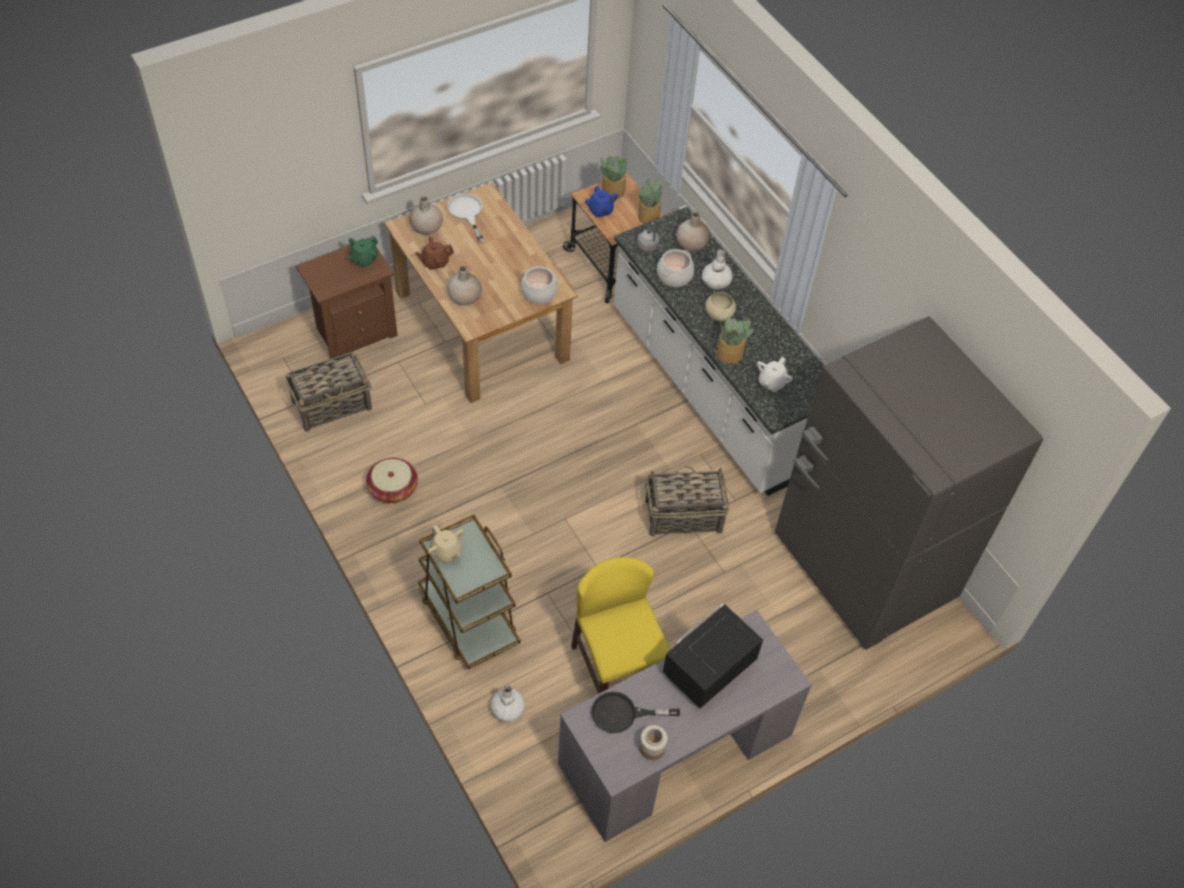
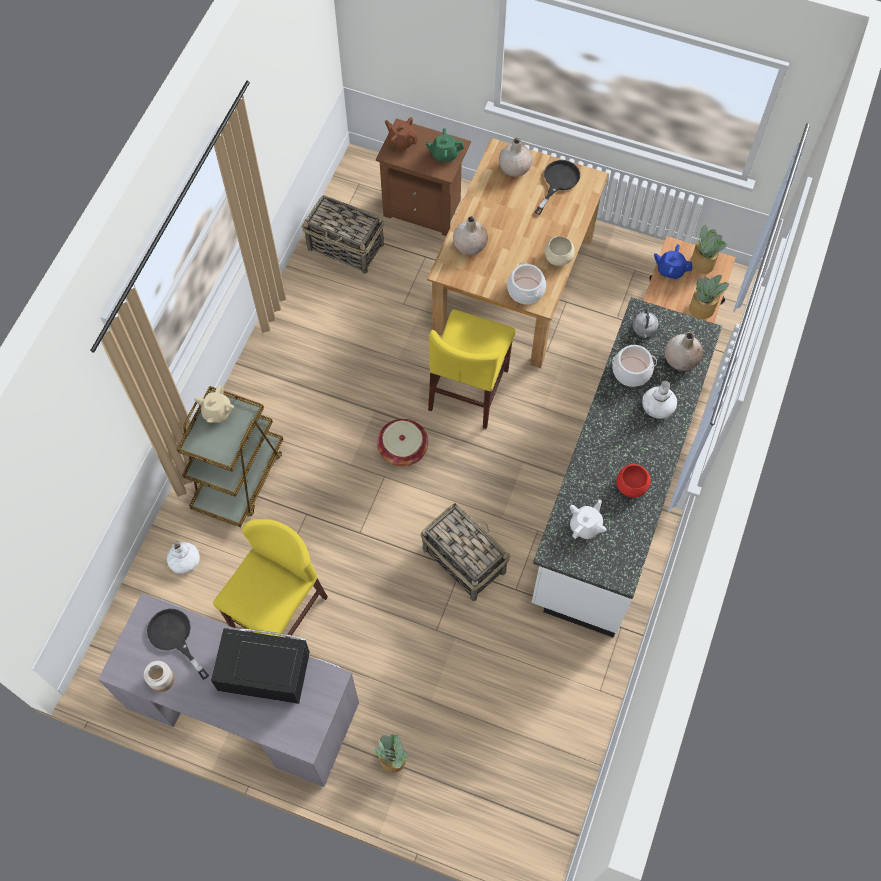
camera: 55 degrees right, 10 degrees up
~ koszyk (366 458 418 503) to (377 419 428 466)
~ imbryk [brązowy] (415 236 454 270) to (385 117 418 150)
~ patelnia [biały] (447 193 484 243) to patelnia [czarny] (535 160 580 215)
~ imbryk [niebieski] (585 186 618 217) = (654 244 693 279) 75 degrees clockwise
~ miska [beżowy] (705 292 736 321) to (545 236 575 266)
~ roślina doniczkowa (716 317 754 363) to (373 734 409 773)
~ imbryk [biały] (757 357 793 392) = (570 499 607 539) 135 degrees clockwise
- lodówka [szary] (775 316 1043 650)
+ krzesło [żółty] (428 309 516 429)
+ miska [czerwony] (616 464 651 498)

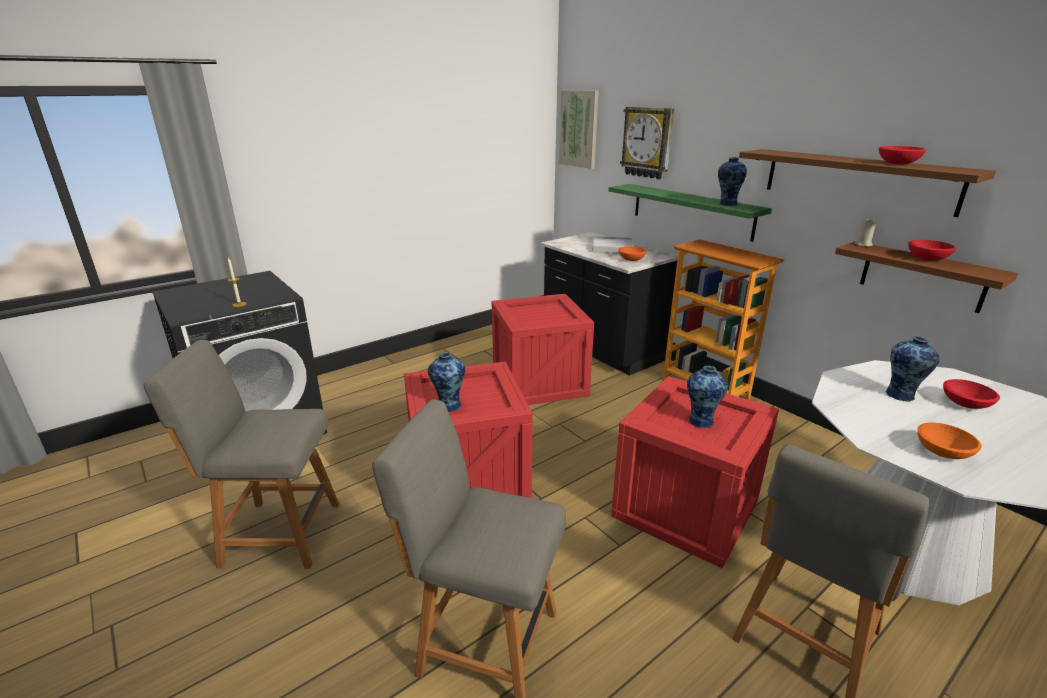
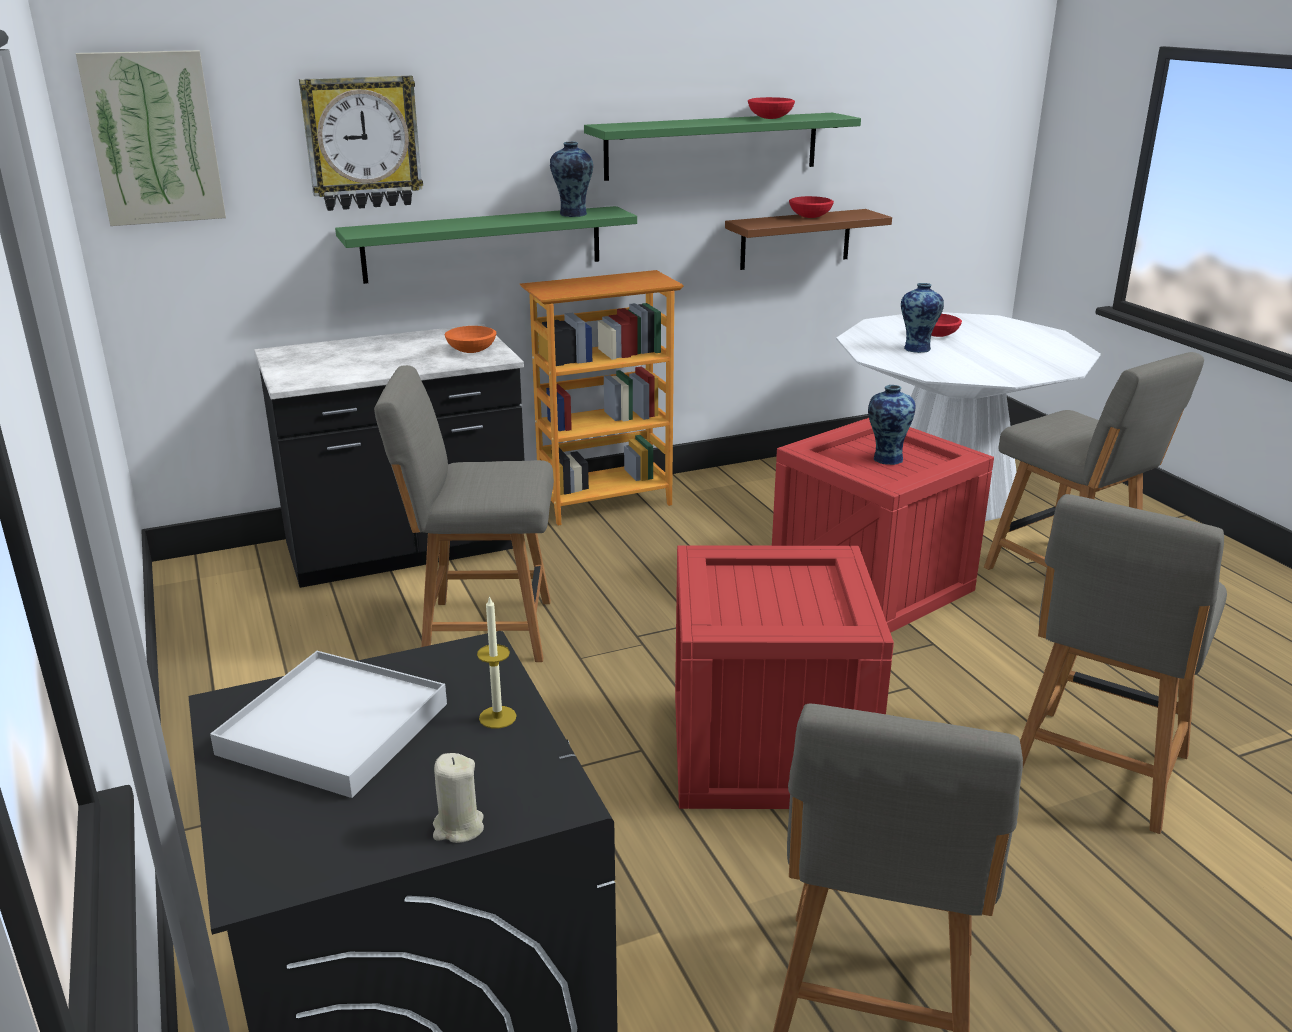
camera: 75 degrees left, 0 degrees up
- wazon (428 352 465 412)
~ skrzynka (491 294 594 405) to krzesło [szary] (374 365 554 662)
~ taca [biały] (592 236 634 253) to (210 651 447 798)
~ półka [brązowy] (739 149 996 217) to półka [zielony] (584 113 861 181)
~ świeca [beżowy] (854 219 877 247) to (433 753 484 843)
- miska [pomarańczowy] (917 423 982 459)

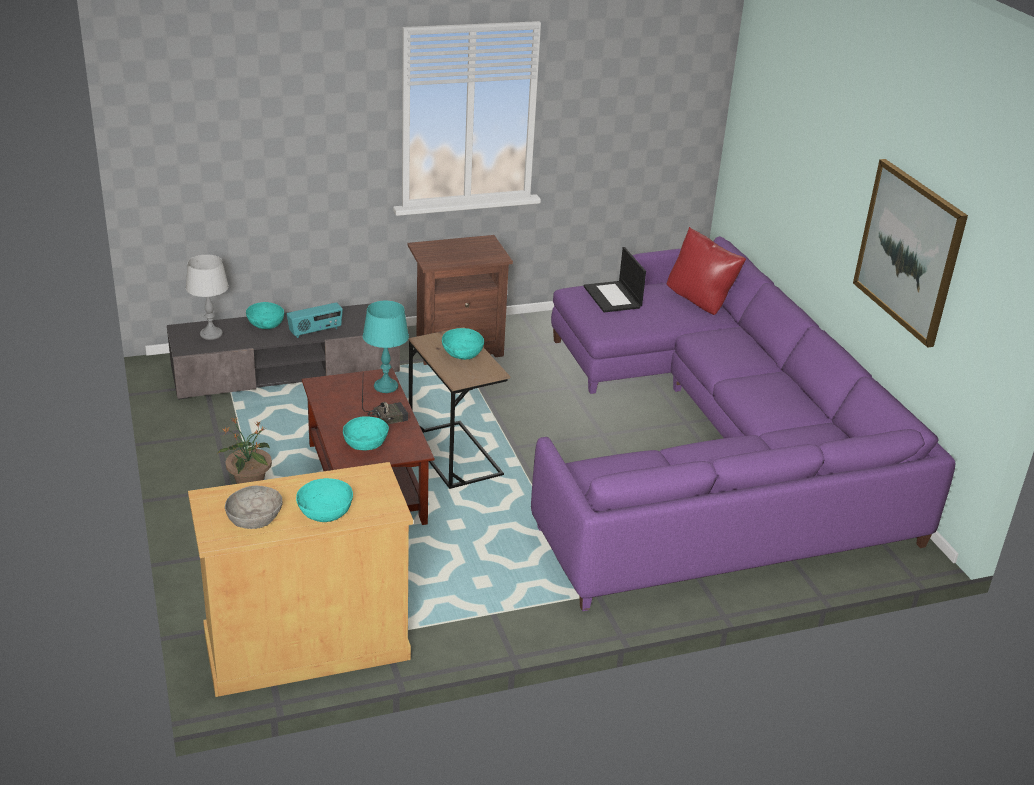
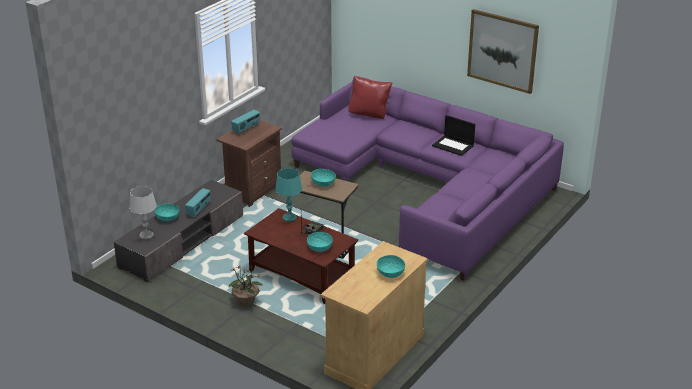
camera: 35 degrees left, 0 degrees up
- miska [szary] (225 486 283 529)
~ laptop (584 247 646 312) to (432 115 475 156)
+ radio (231 110 260 134)

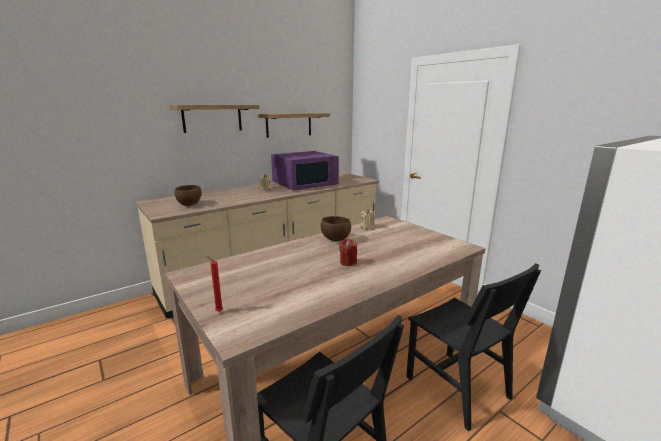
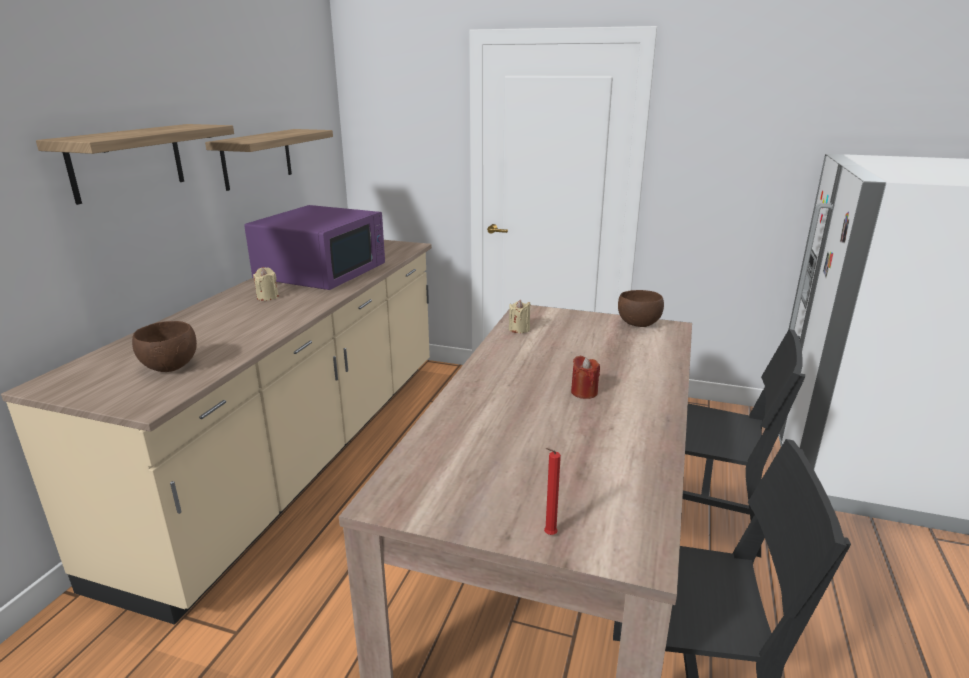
camera: 35 degrees left, 5 degrees up
~ miska [brązowy] (321 216 351 241) to (618 290 664 327)

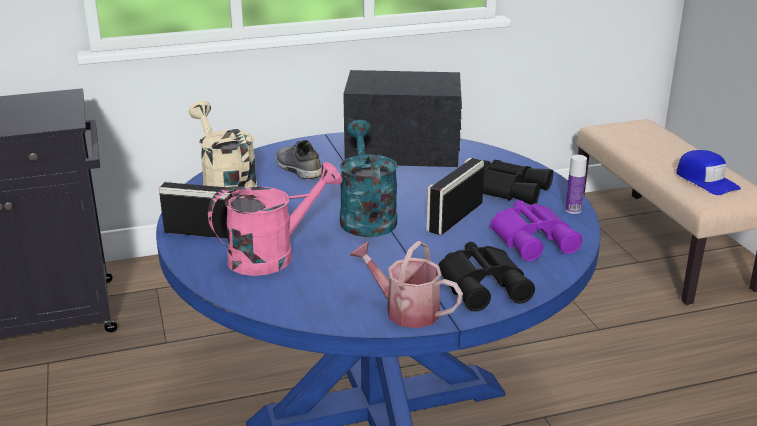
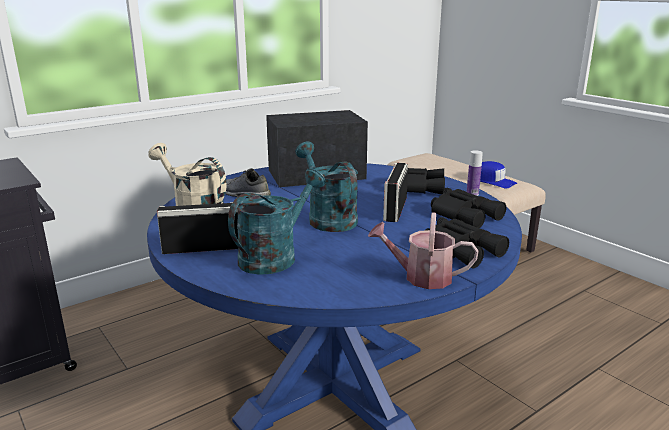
camera: 20 degrees left, 5 degrees down
~ konewka [różowy] (208 162 343 276) to konewka [turkusowy] (228 168 325 275)
~ lornetka [fioletowy] (490 200 582 261) to lornetka [czarny] (431 188 506 228)

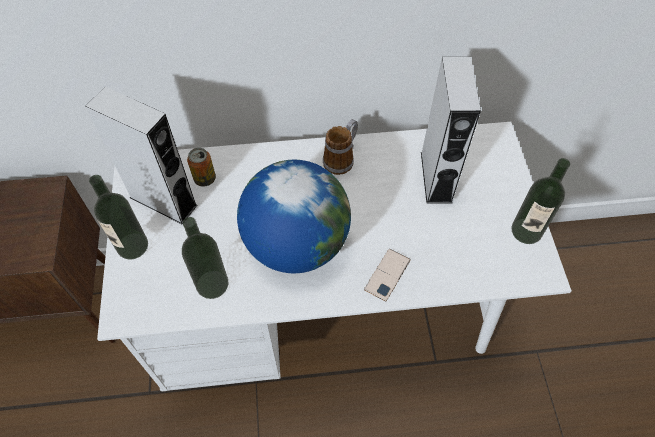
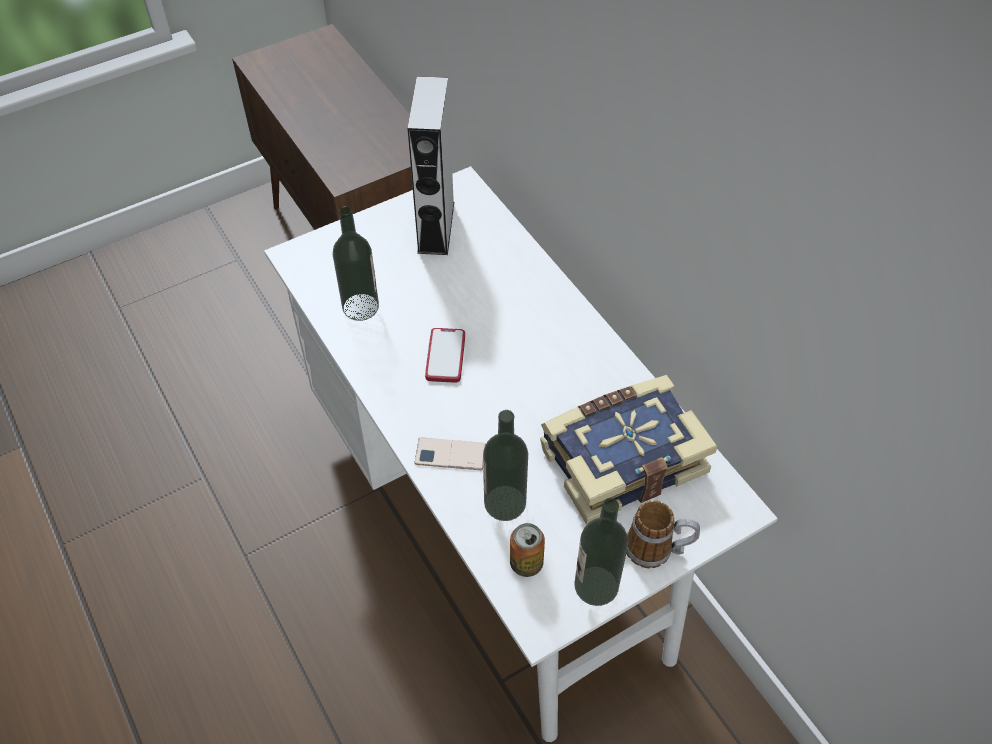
camera: 65 degrees right, 5 degrees down
~ butelka (89 175 148 259) to (483 410 528 521)
~ puszka (187 148 216 186) to (510 523 545 577)
~ globus (237 160 351 273) to telefon (425 328 465 383)
~ kubek (323 119 358 175) to (626 500 700 568)
~ głośnik [szary] (421 57 481 204) to książka (540 375 718 525)

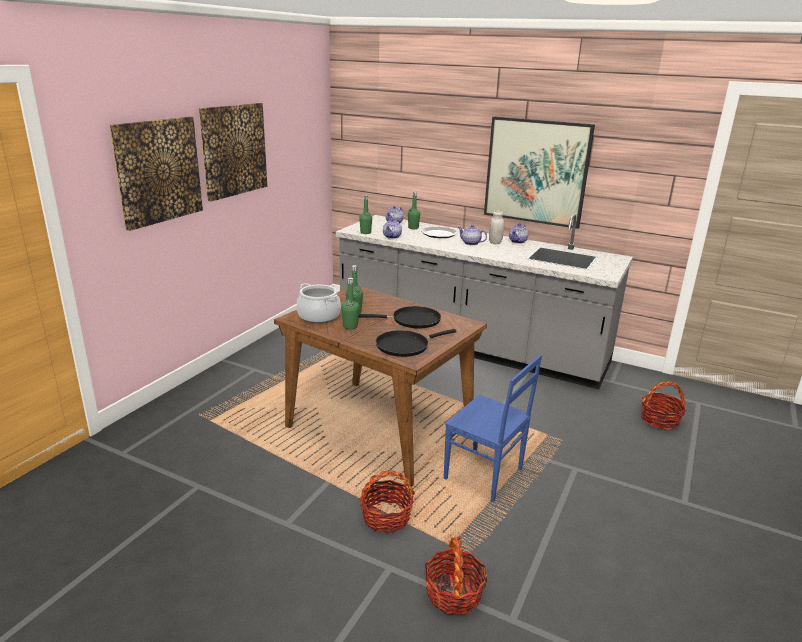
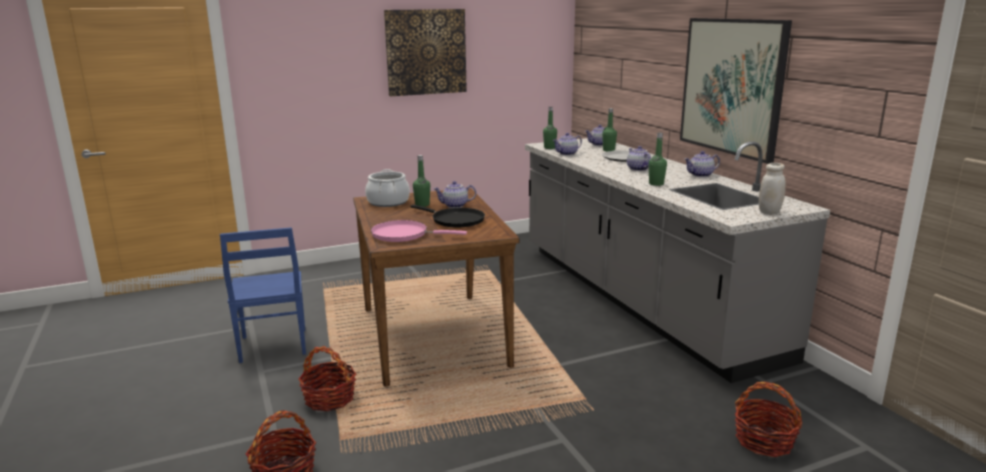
camera: 40 degrees right, 5 degrees down
- obraz (109 117 203 231)
~ butelka [zielony] (341 277 359 329) to (649 133 667 186)
~ patelnia [czarny] (376 329 456 357) to patelnia [różowy] (371 220 467 242)
~ krzesło [niebieski] (444 354 542 502) to (220 227 306 363)
~ słoik [biały] (489 210 504 244) to (759 163 786 215)
+ imbryk (434 181 476 208)

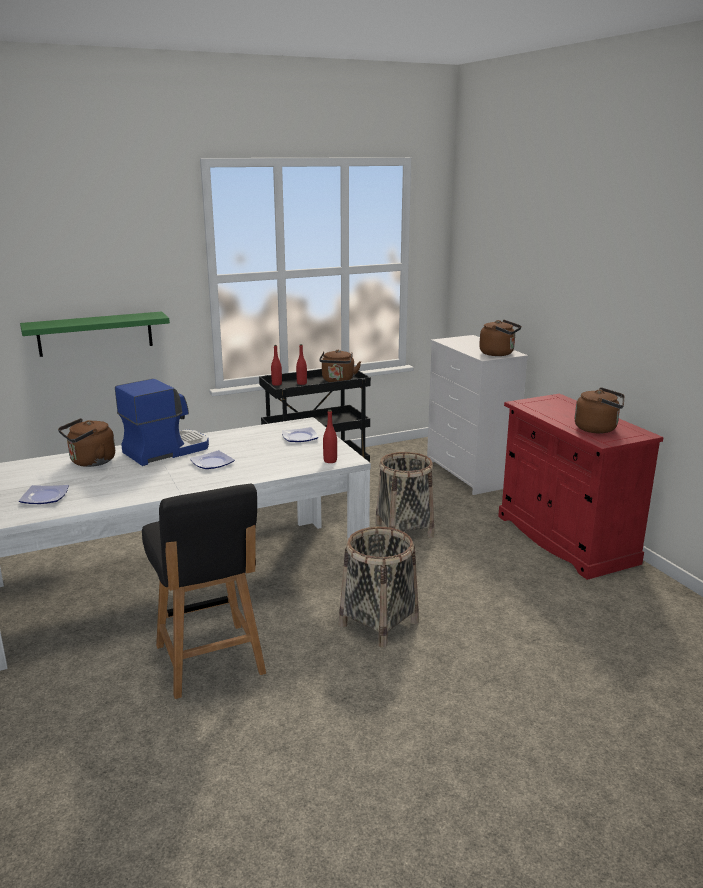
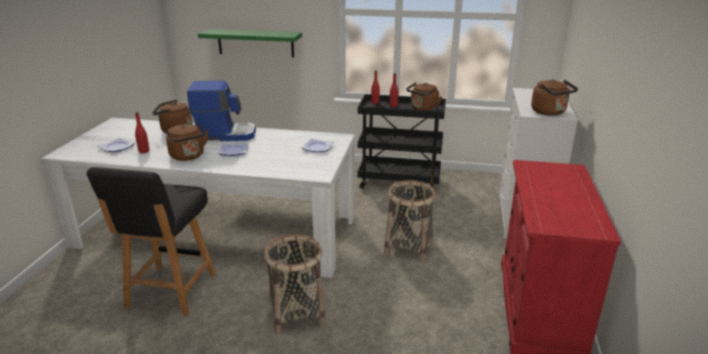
camera: 35 degrees right, 5 degrees up
~ butelka [czerwony] (323 410 337 463) to (135 112 149 153)
~ czajnik [brązowy] (575 387 624 433) to (166 124 208 161)

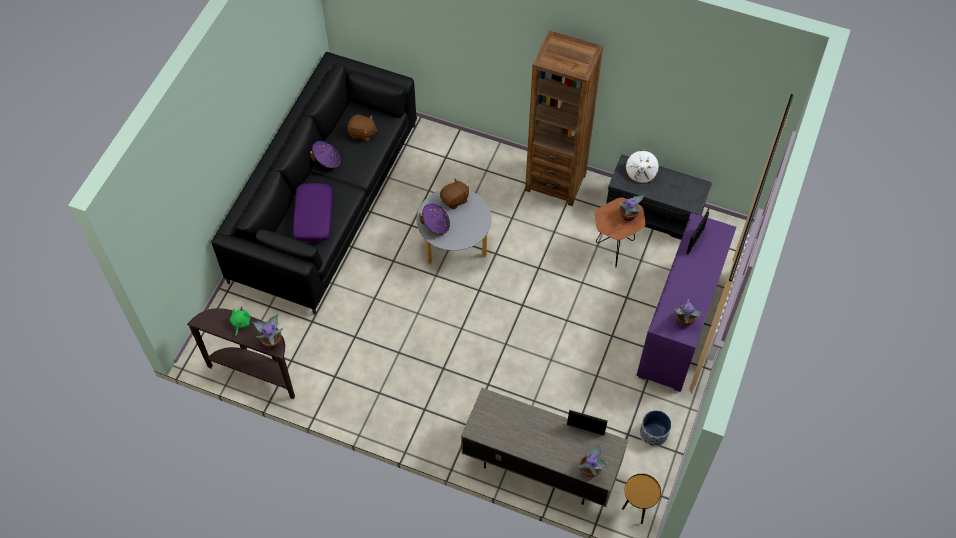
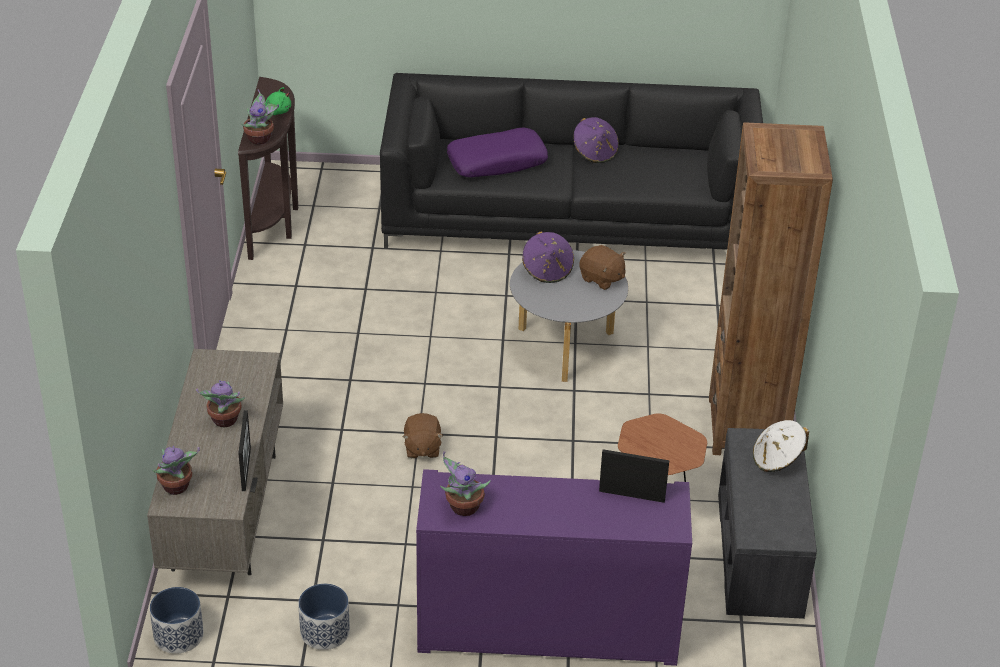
camera: 70 degrees right, 20 degrees down
~ pluszak [brązowy] (347 114 377 141) to (403 413 443 458)
~ roślina doniczkowa (617 193 645 221) to (196 380 245 427)
~ stolik [brązowy] (622 474 661 524) to donica (150 587 204 654)

